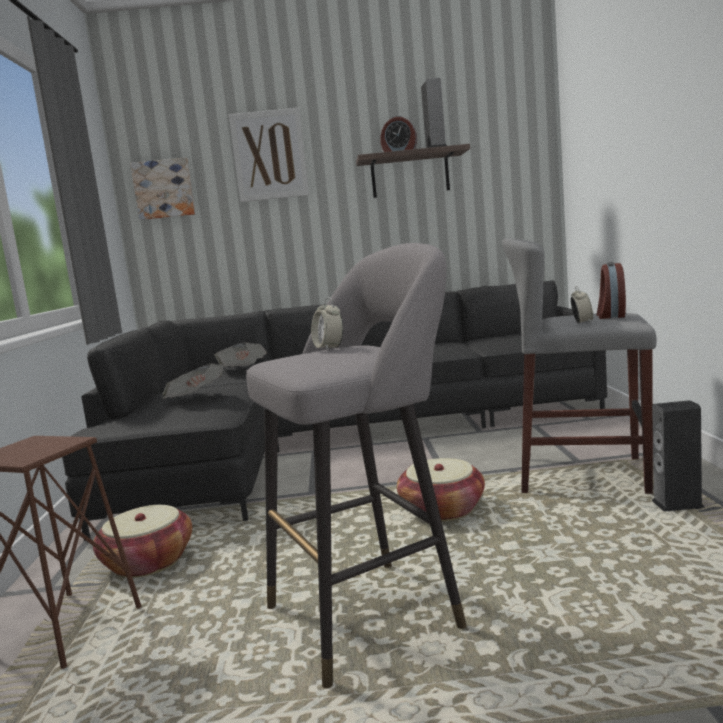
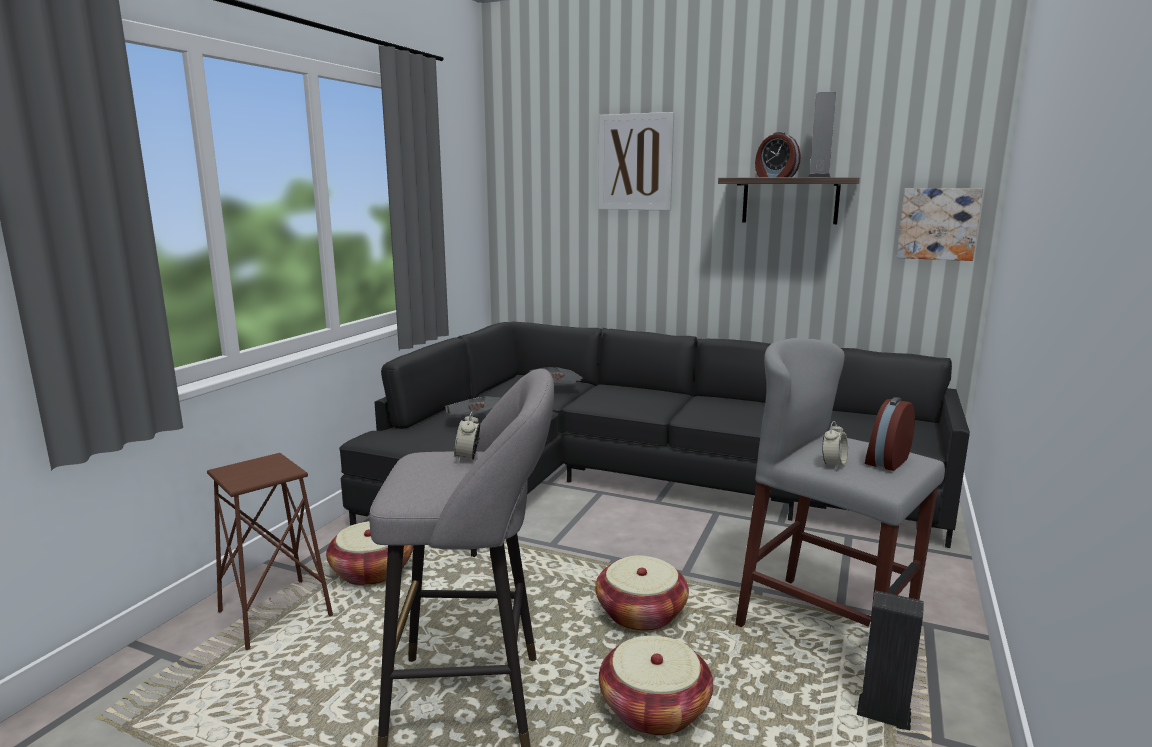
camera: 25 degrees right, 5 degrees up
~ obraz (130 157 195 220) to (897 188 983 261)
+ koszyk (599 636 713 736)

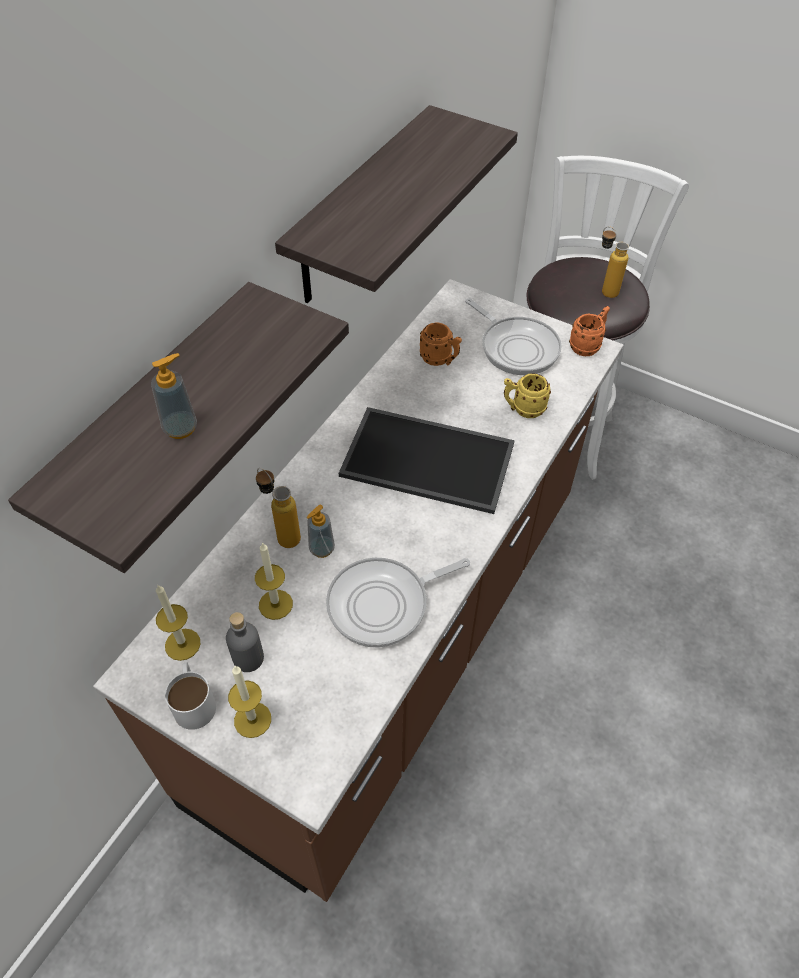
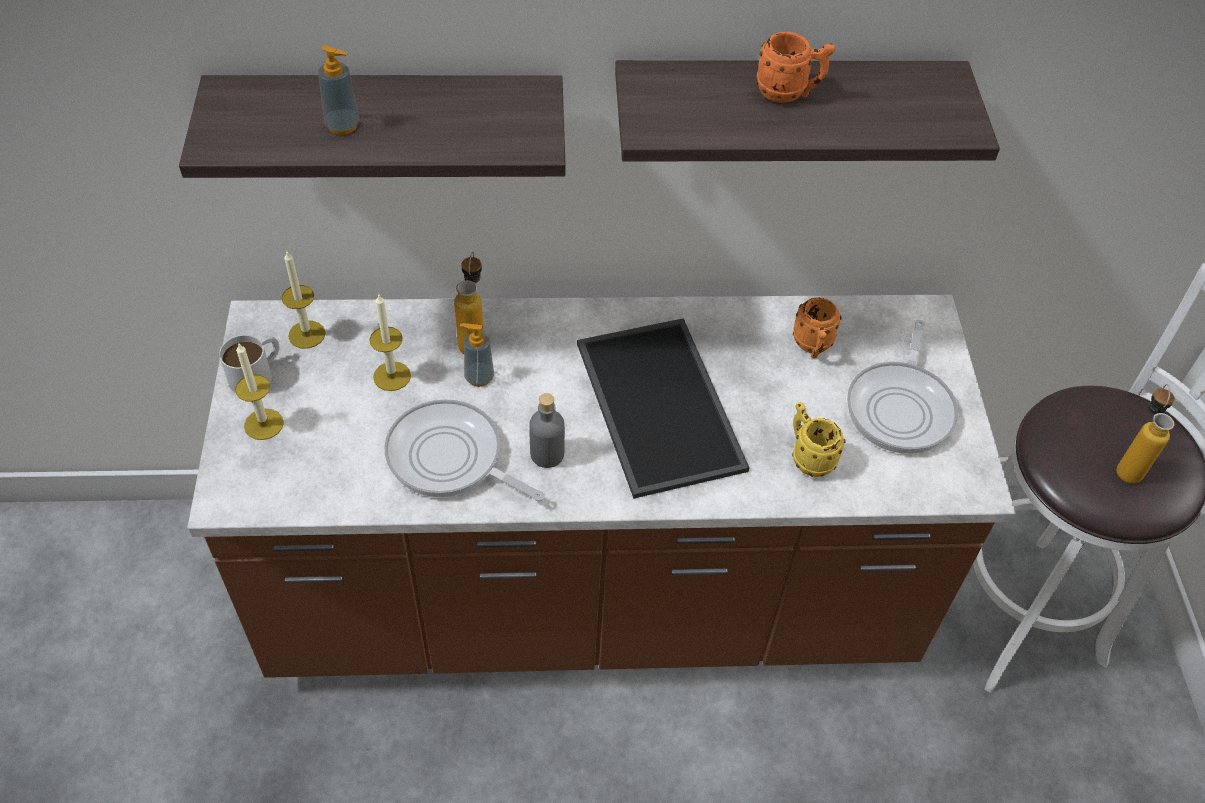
camera: 55 degrees right, 0 degrees up
~ butelka [szary] (226 612 264 672) to (529 393 565 468)
~ kubek [pomarańczowy] (569 306 610 356) to (756 32 835 103)

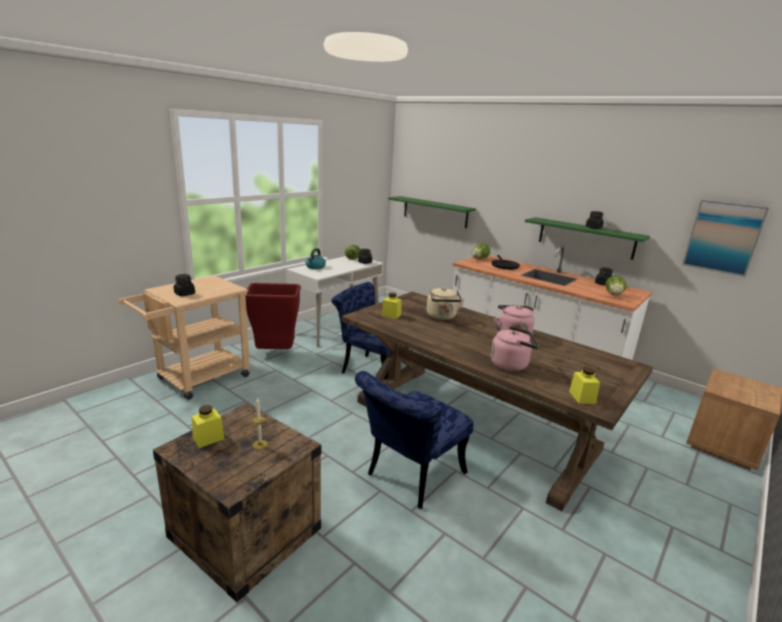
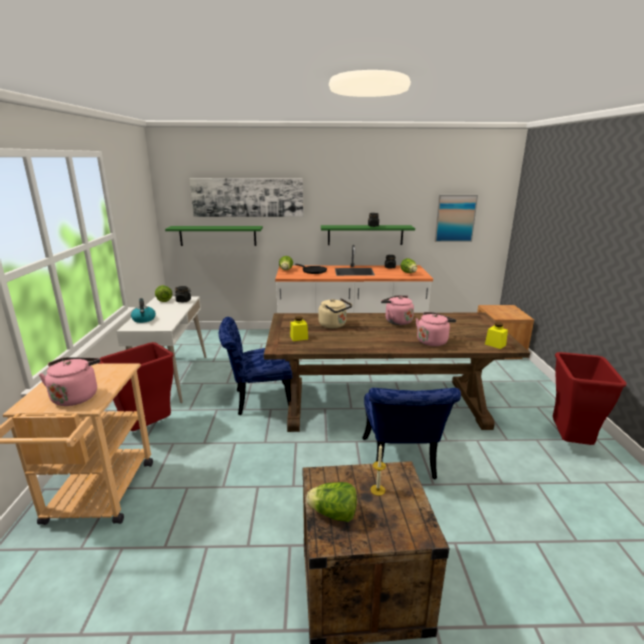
camera: 40 degrees left, 0 degrees up
~ słoik [czarny] (174 274 195 296) to czajnik [różowy] (39 357 100 406)
~ słoik [żółty] (192 405 224 448) to sałata (306 482 357 522)
+ obraz (190 178 303 217)
+ kosz na śmieci [czerwony] (553 352 627 445)

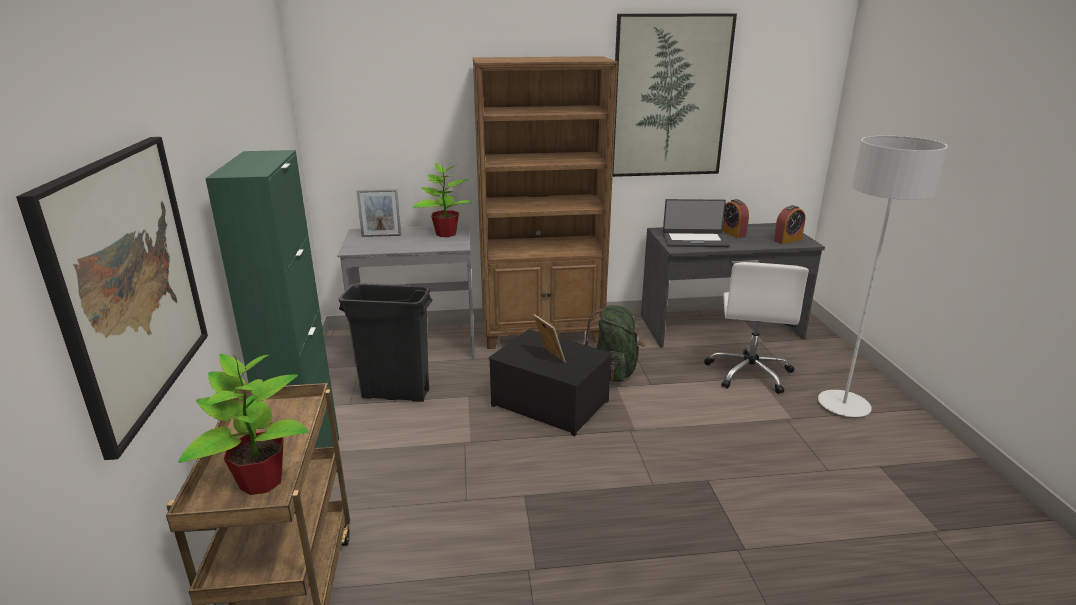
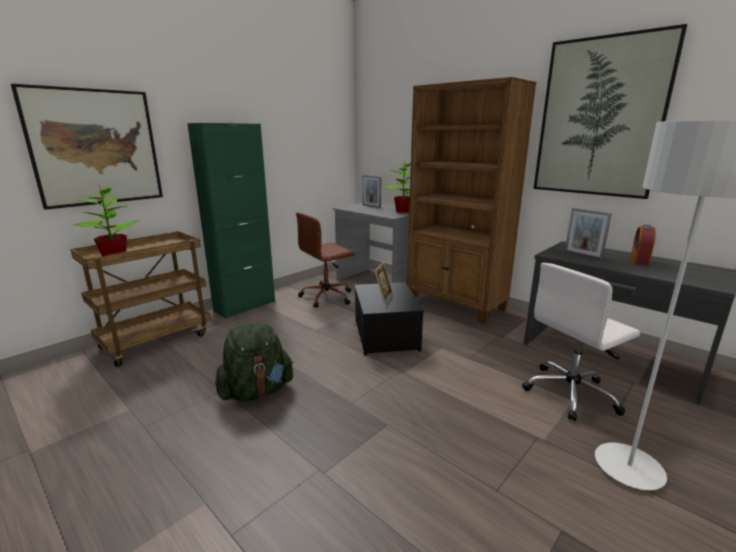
camera: 50 degrees right, 5 degrees down
~ kosz na śmieci [czarny] (339 283 432 402) to krzesło biurowe [brązowy] (296 213 355 308)
~ plecak [zielony] (583 305 645 382) to (215 323 294 402)
~ laptop (663 199 730 247) to ramka na zdjęcie (565 208 612 260)
- budzik (773 205 805 244)

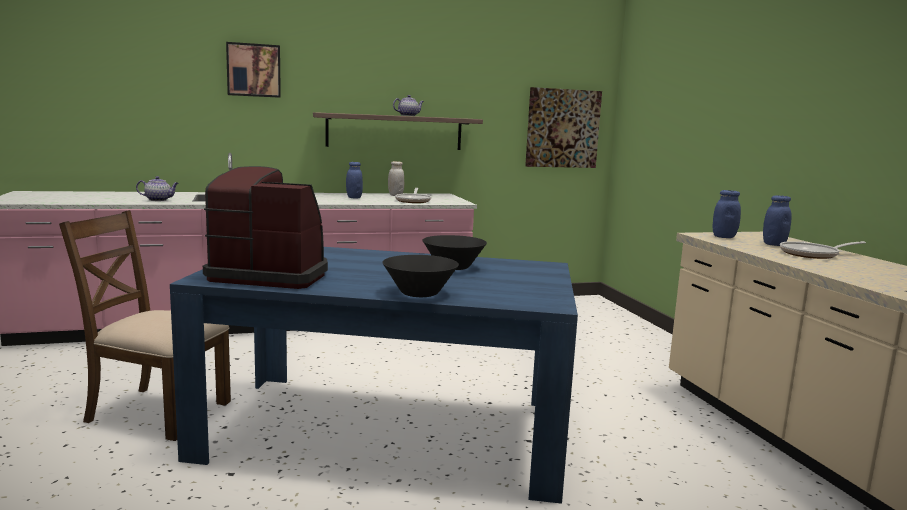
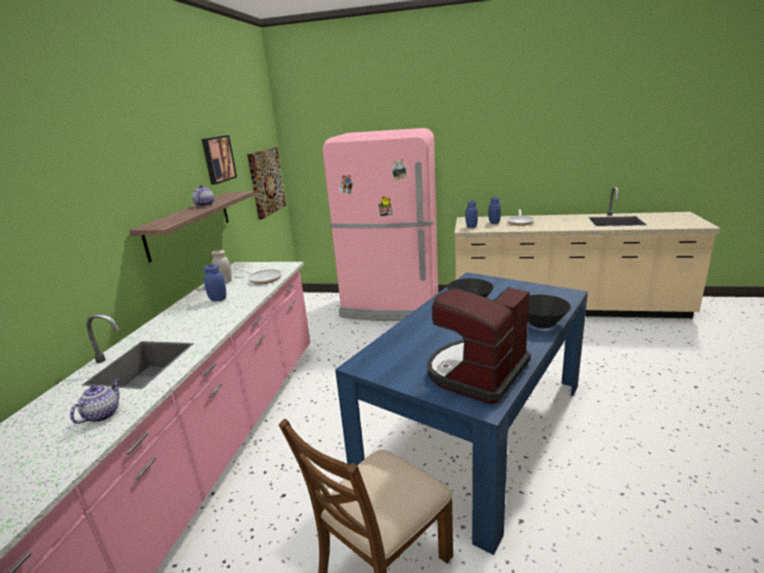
camera: 60 degrees left, 10 degrees up
~ obraz (226 42 281 98) to (202 135 237 185)
+ lodówka [różowy] (323 128 438 321)

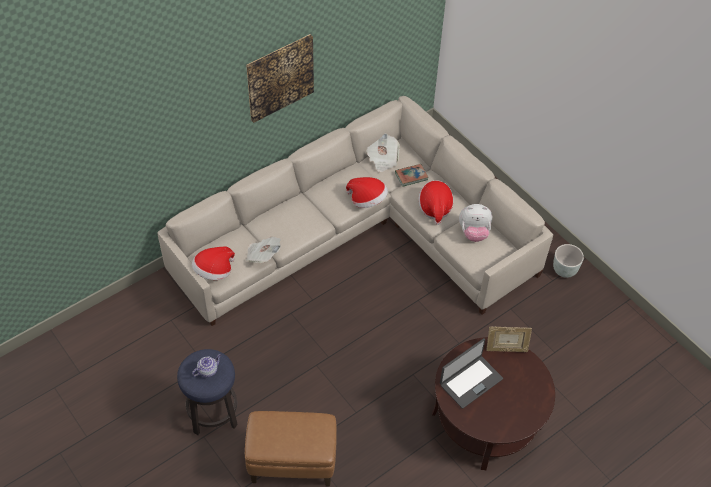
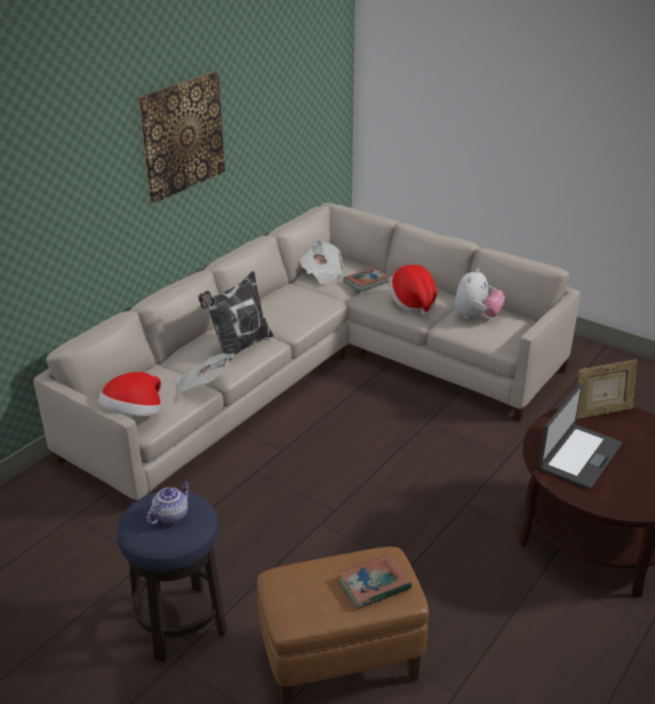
camera: 15 degrees left, 20 degrees down
- kapelusz (346 177 388 208)
~ pluszak (459 204 492 242) = (454 268 505 319) 45 degrees counterclockwise
- donica [szary] (553 244 584 278)
+ poduszka (198 271 274 362)
+ książka (338 553 412 609)

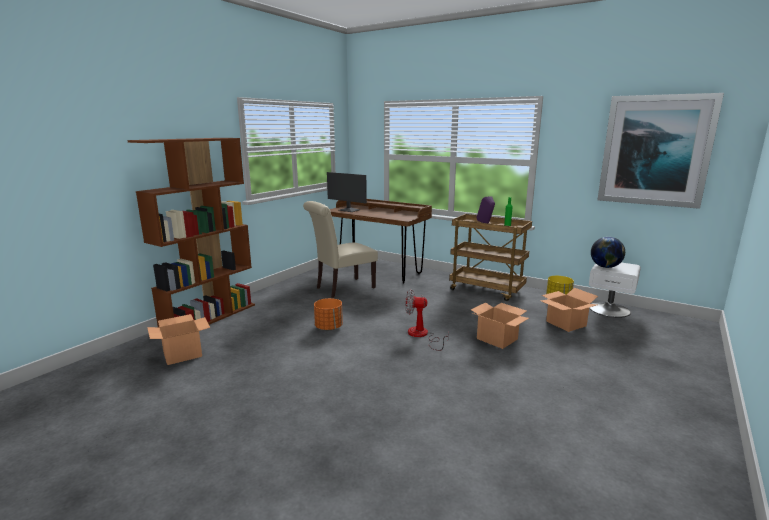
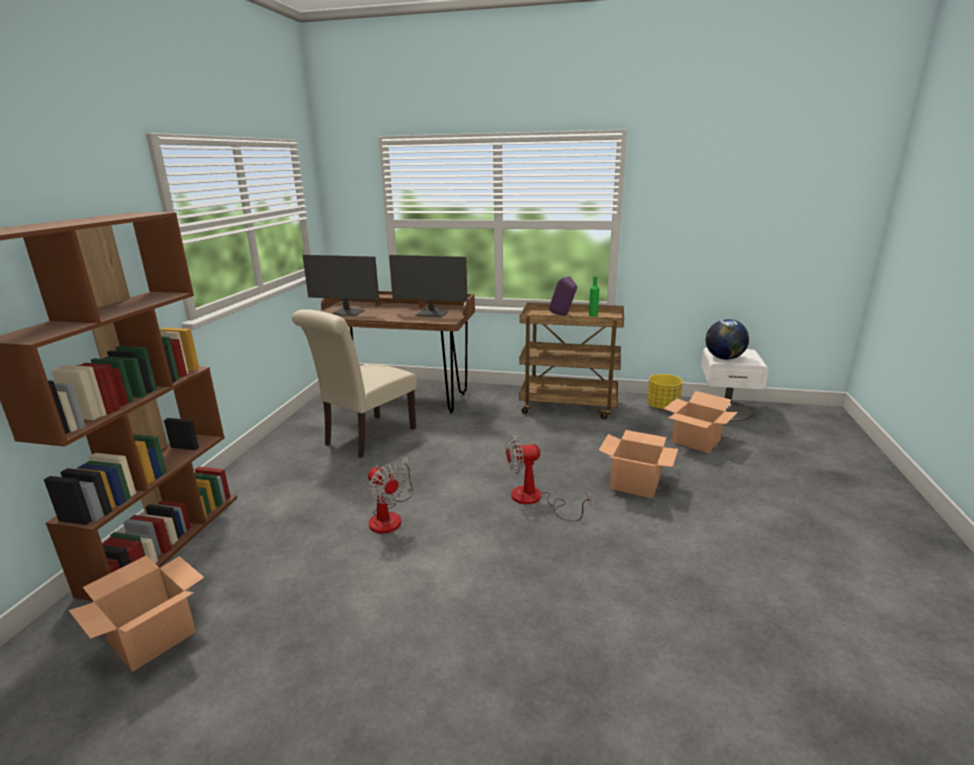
camera: 20 degrees left, 5 degrees up
~ donica [pomarańczowy] (314 298 343 330) to wentylator (368 457 414 534)
- obraz (597 93 724 209)
+ monitor (389 255 468 317)

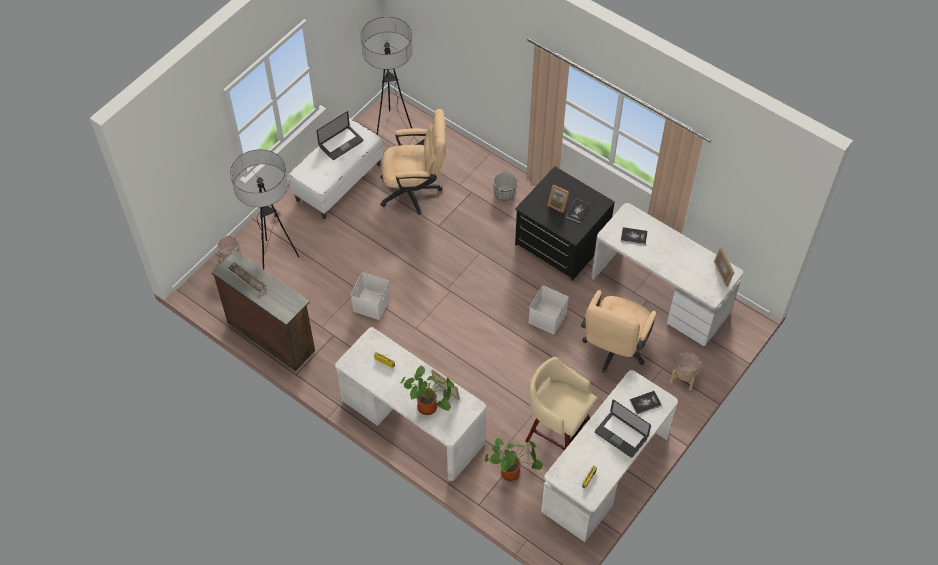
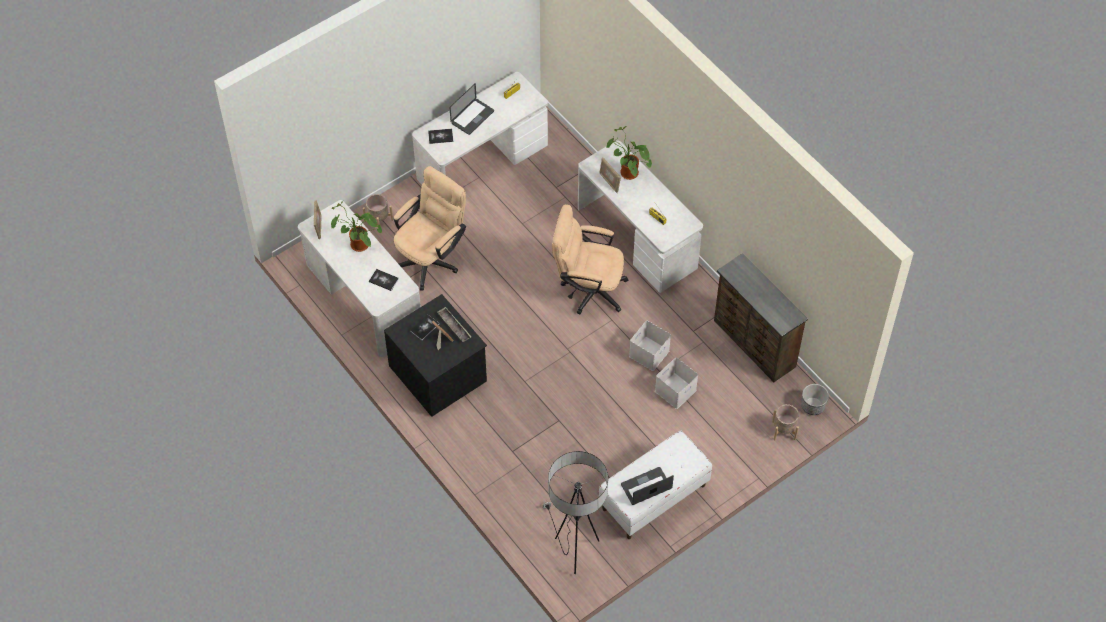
camera: 165 degrees left, 0 degrees up
~ taca (227 262 267 294) to (437 307 471 342)
- lampa stojąca (230 149 299 269)
~ krzesło biurowe [beżowy] (380 109 446 215) to (552 204 628 314)
~ roślina doniczkowa (484 438 543 481) to (331 200 382 252)
~ donica (493 172 517 201) to (801 384 829 415)
- stołek [beżowy] (525 357 597 450)
~ pojemnik do przechowywania [biały] (528 285 569 335) to (655 357 698 409)
~ laptop (595 400 651 458) = (450 83 494 135) 75 degrees clockwise

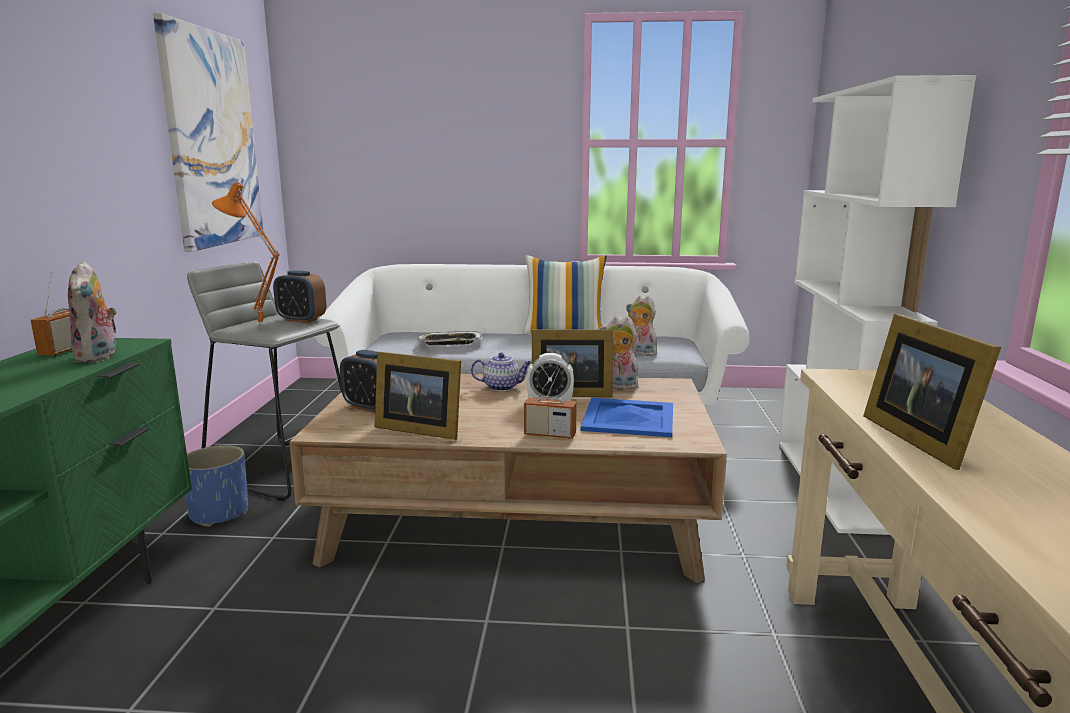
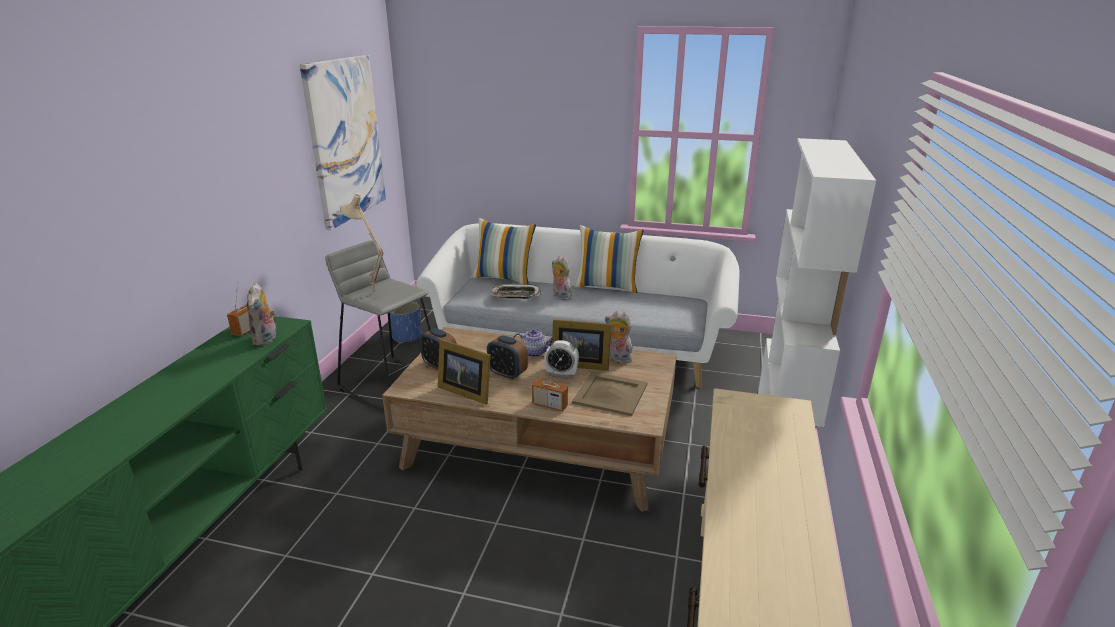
camera: 10 degrees right, 10 degrees up
~ donica [niebieski] (185 445 248 527) to (390 302 421 344)
~ lampa stołowa [pomarańczowy] (212 181 280 326) to lampa stołowa [beżowy] (340 194 384 294)
~ budzik (273 270 326 323) to (487 336 528 380)
~ taca [niebieski] (581 398 673 437) to taca [beżowy] (572 371 648 416)
~ pluszak (626 295 657 356) to (552 256 572 300)
- ramka na zdjęcie (863 313 1001 470)
+ poduszka (472 218 536 285)

